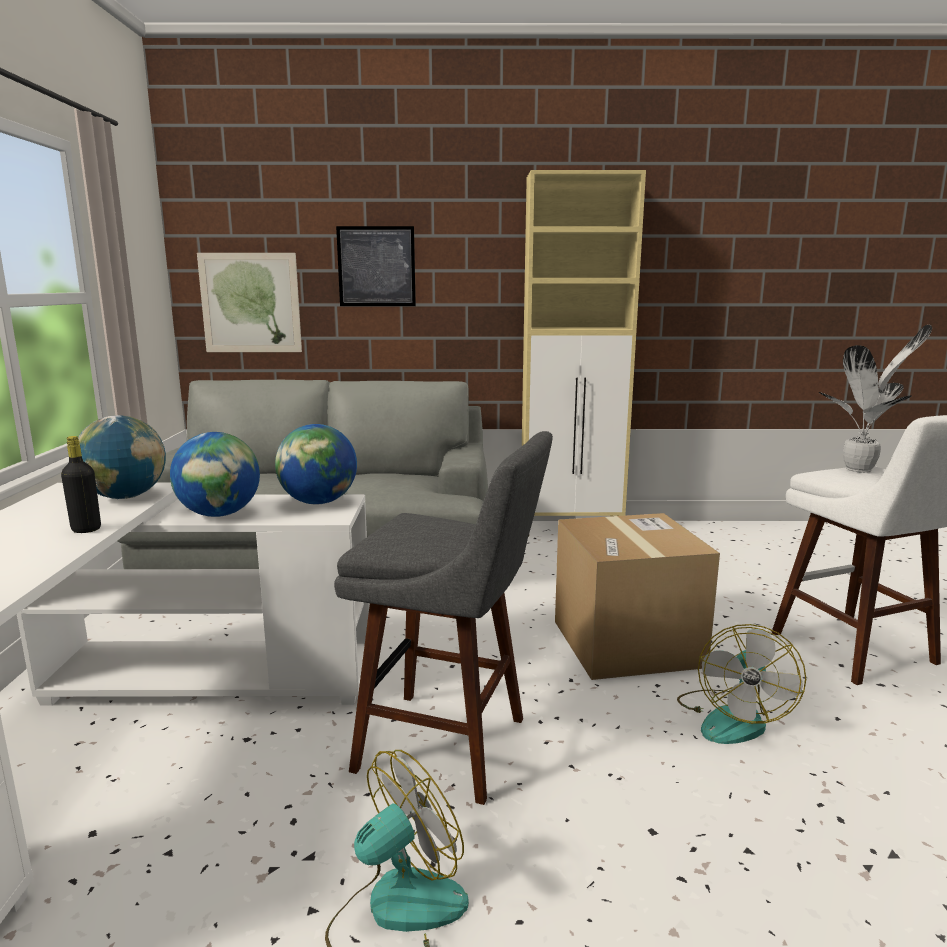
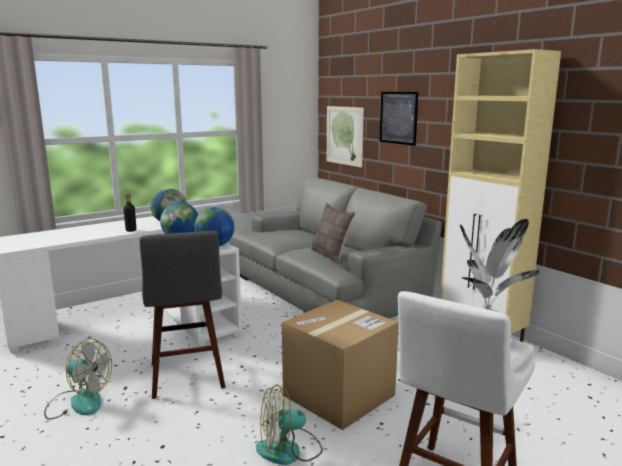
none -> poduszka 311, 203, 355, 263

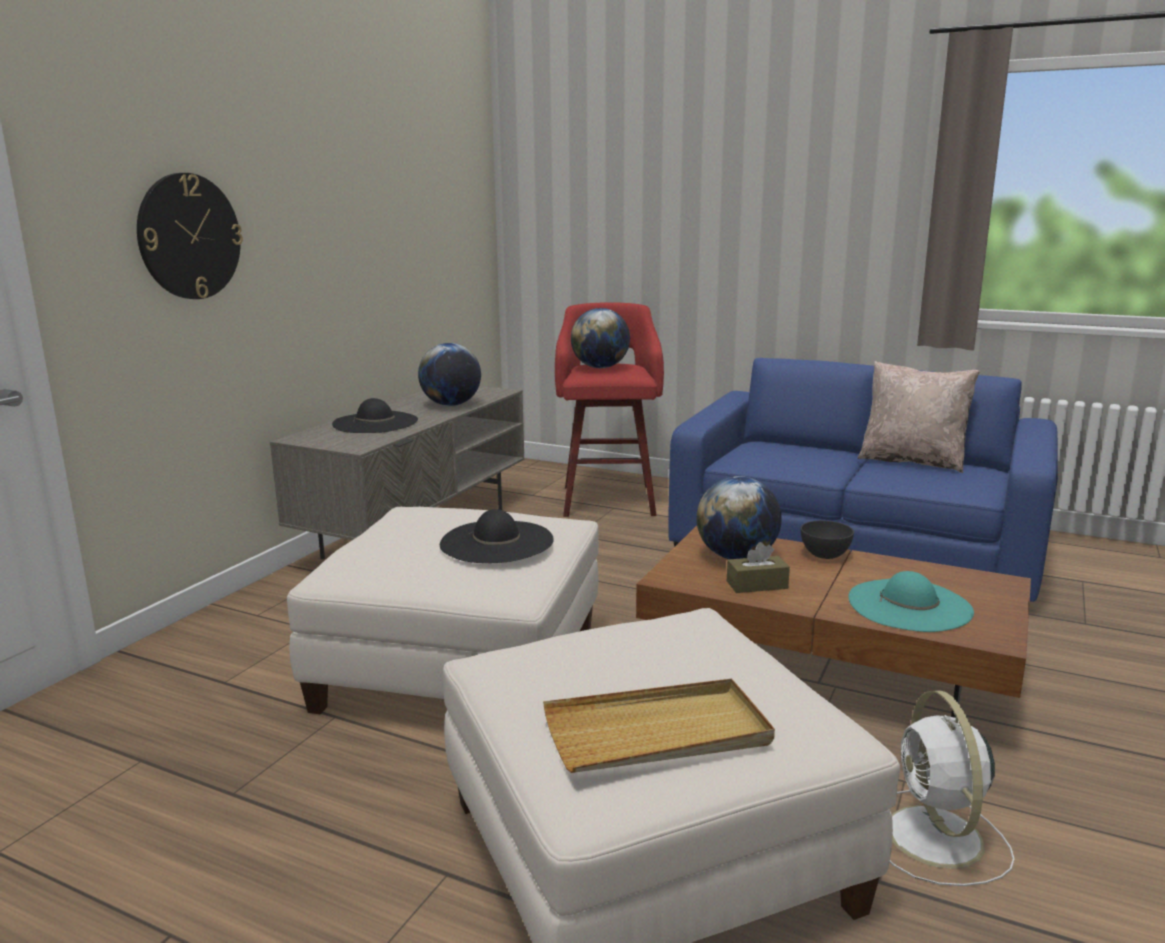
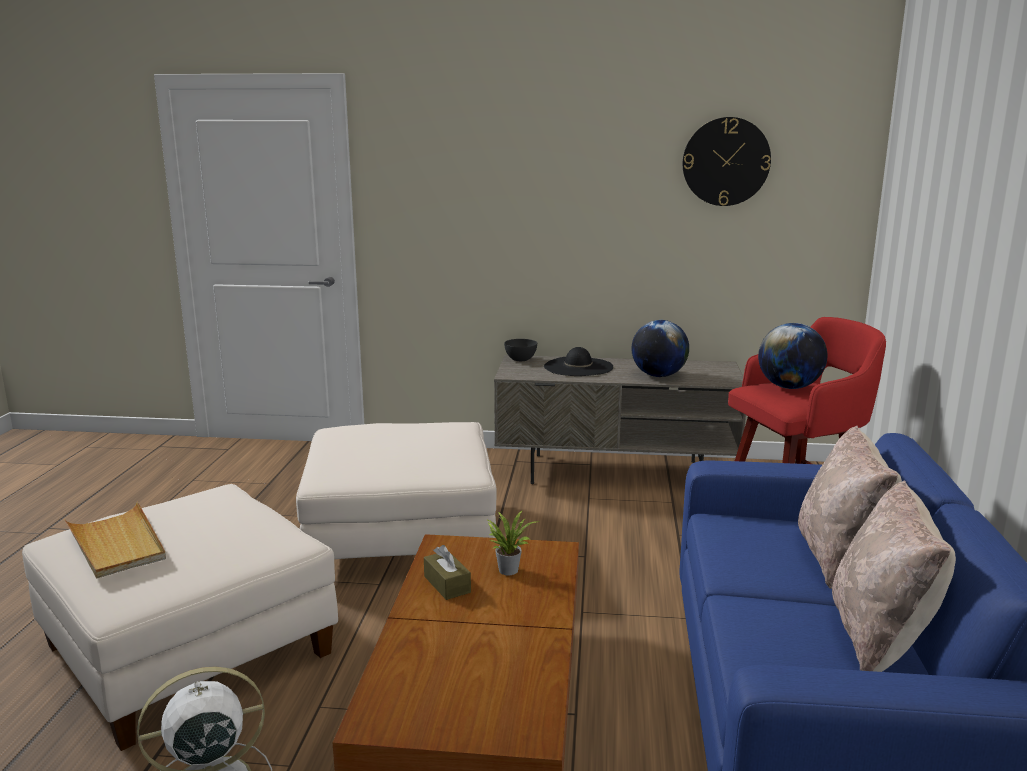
zegar ścienny 137, 173, 243, 299 -> zegar ścienny 683, 117, 771, 206, shifted
kapelusz (czarny) 440, 509, 554, 563 -> none
globus 696, 476, 782, 559 -> roślina doniczkowa 486, 510, 537, 575
miska (szary) 801, 521, 854, 559 -> miska (szary) 504, 339, 537, 361, shifted
kapelusz (turkusowy) 848, 571, 974, 632 -> none
none -> poduszka (beżowy) 798, 426, 902, 589

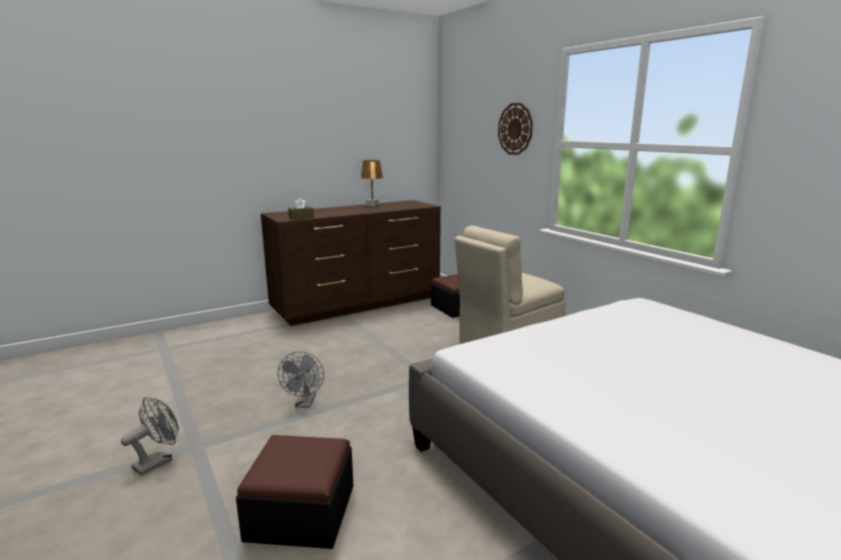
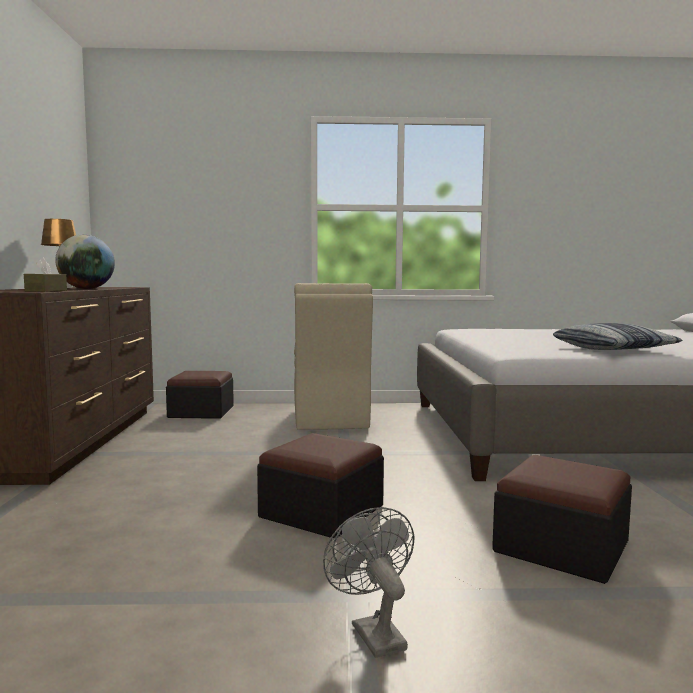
wentylator (szary) 278, 351, 324, 408 -> pufa 257, 433, 384, 538
zegar ścienny 498, 103, 533, 155 -> none
none -> globus 55, 234, 115, 289
none -> poduszka 553, 323, 682, 350

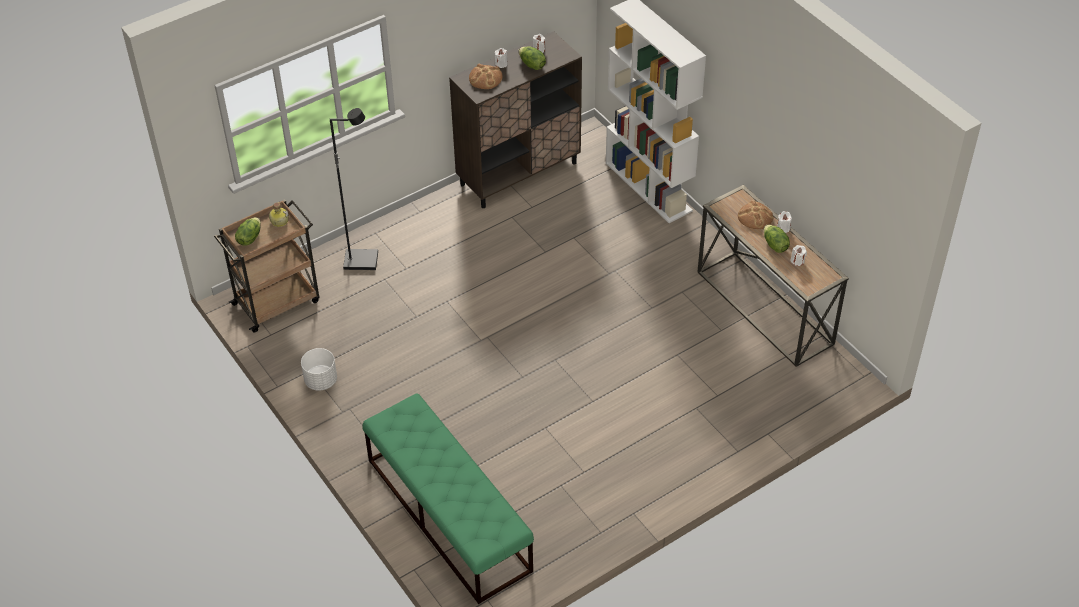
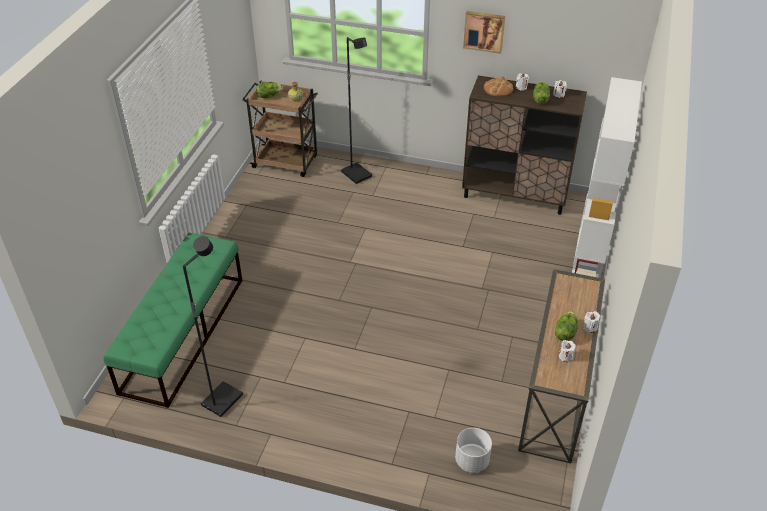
donica (biały) 301, 348, 337, 391 -> donica (biały) 455, 428, 492, 473, shifted
chleb 738, 200, 773, 229 -> none
none -> lampa stojąca (czarny) 183, 236, 243, 417
none -> obraz 463, 11, 505, 54

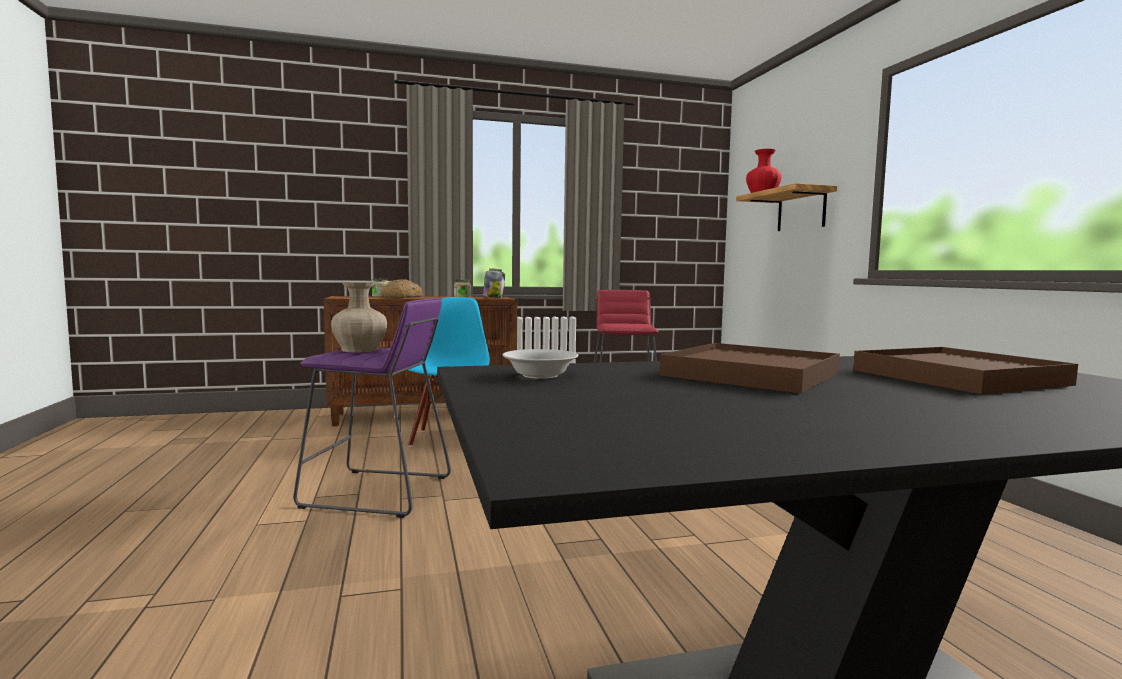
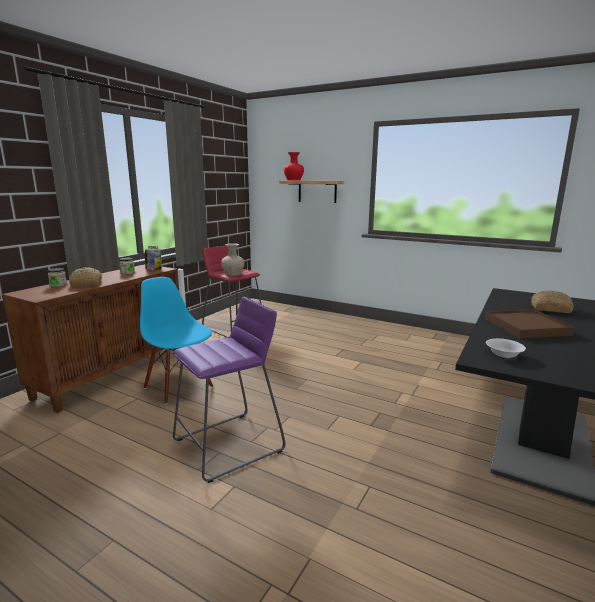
wazon (beżowy) 331, 282, 387, 352 -> wazon (beżowy) 221, 243, 245, 276, shifted
taca (brązowy) 853, 347, 1078, 394 -> chleb 531, 290, 573, 313

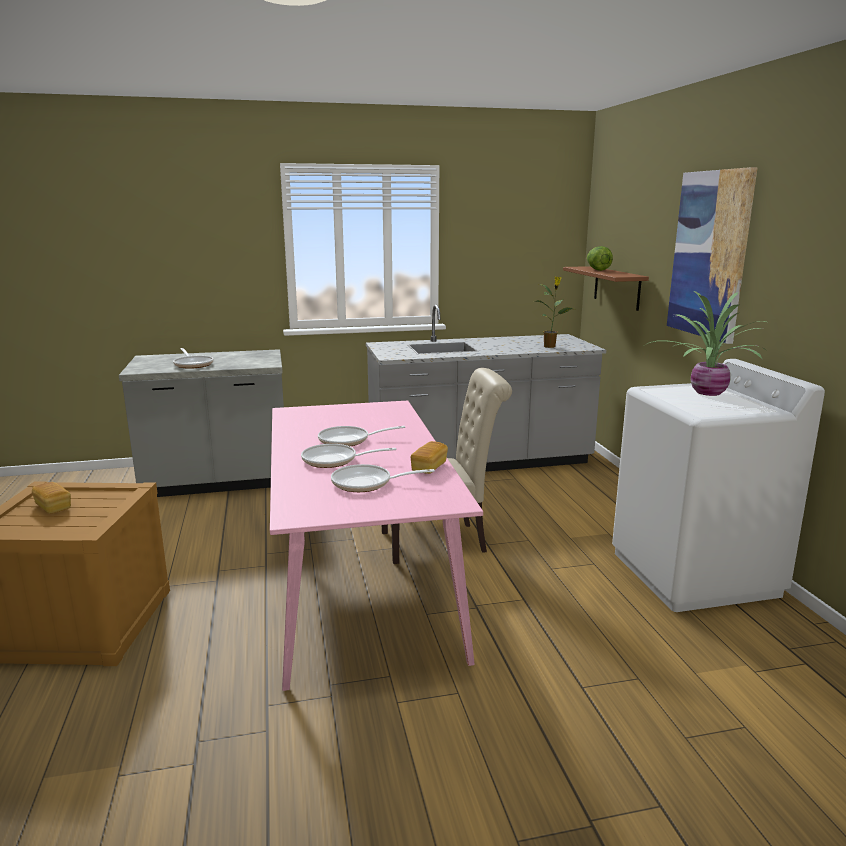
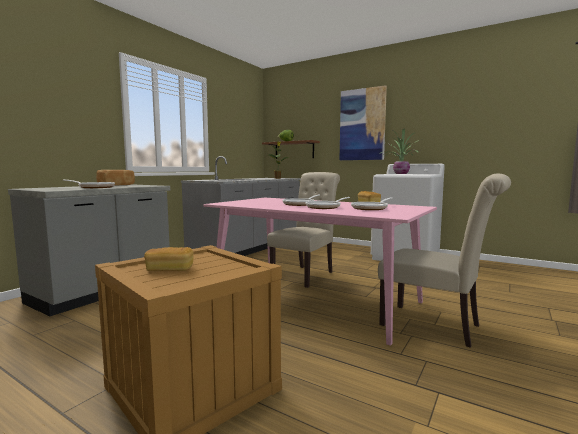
none -> chleb 96, 170, 135, 186
none -> krzesło (beżowy) 378, 174, 511, 348

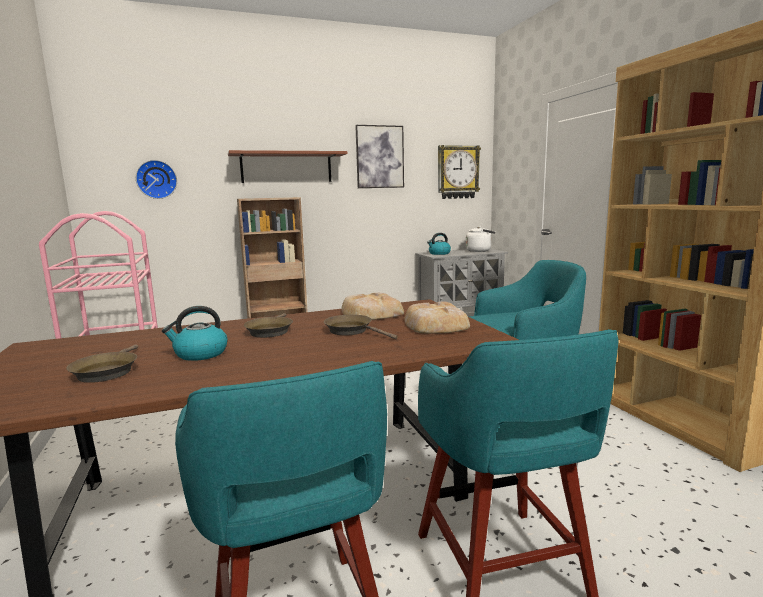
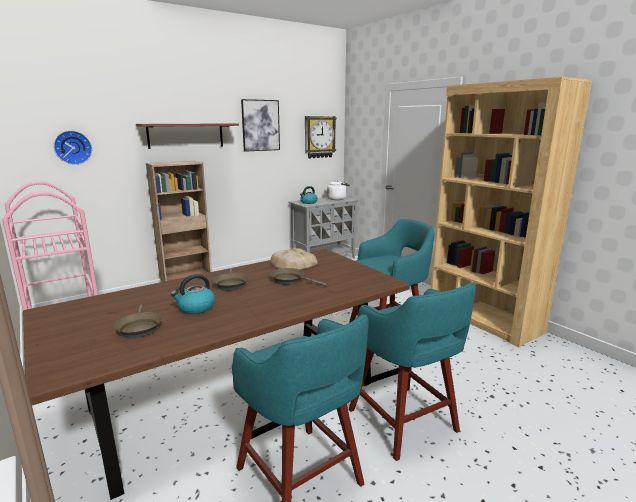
chleb 405, 302, 470, 334 -> none

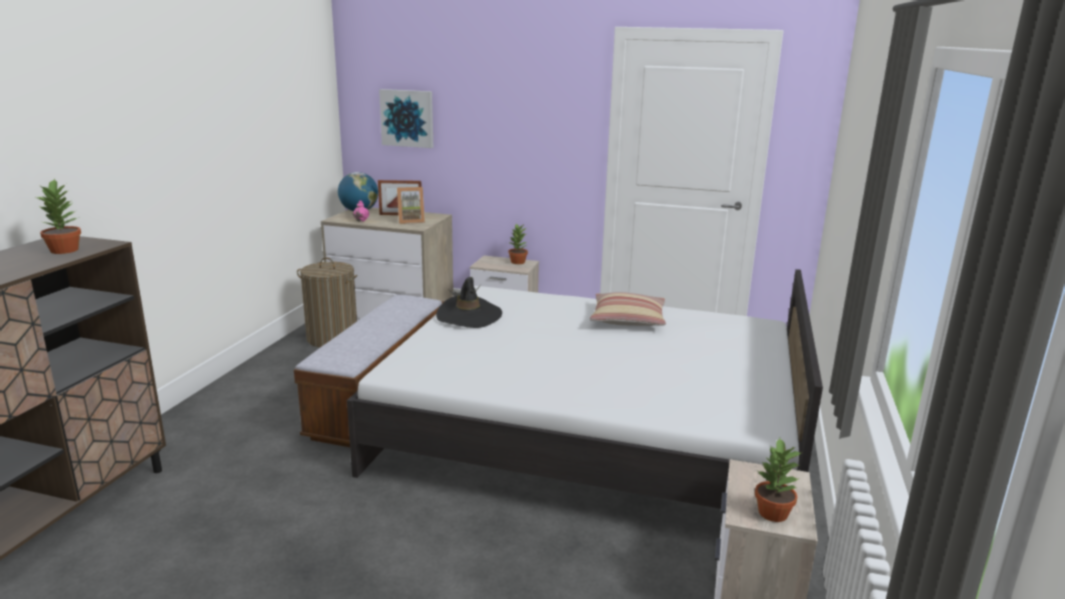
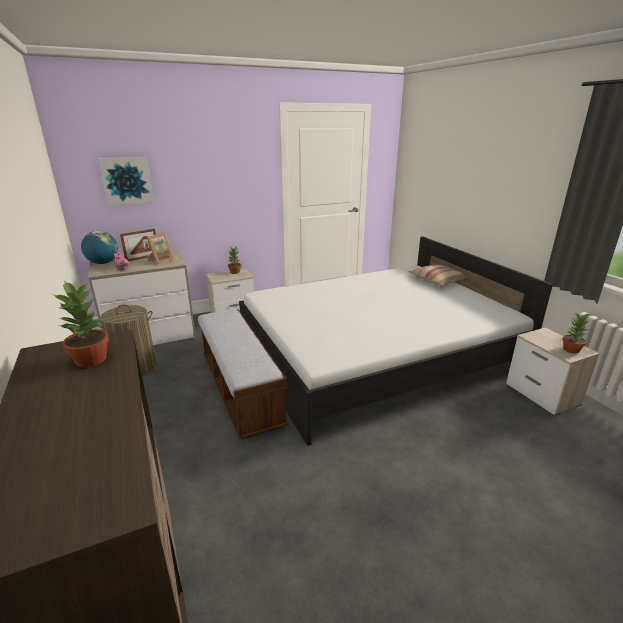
kapelusz (czarny) 436, 277, 502, 328 -> none
poduszka 590, 292, 666, 326 -> poduszka 408, 264, 466, 285, shifted

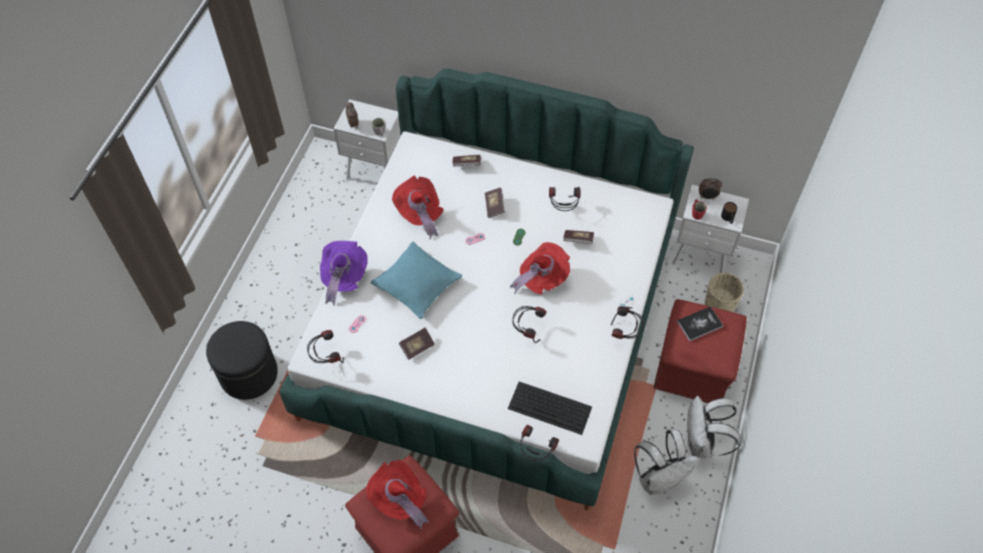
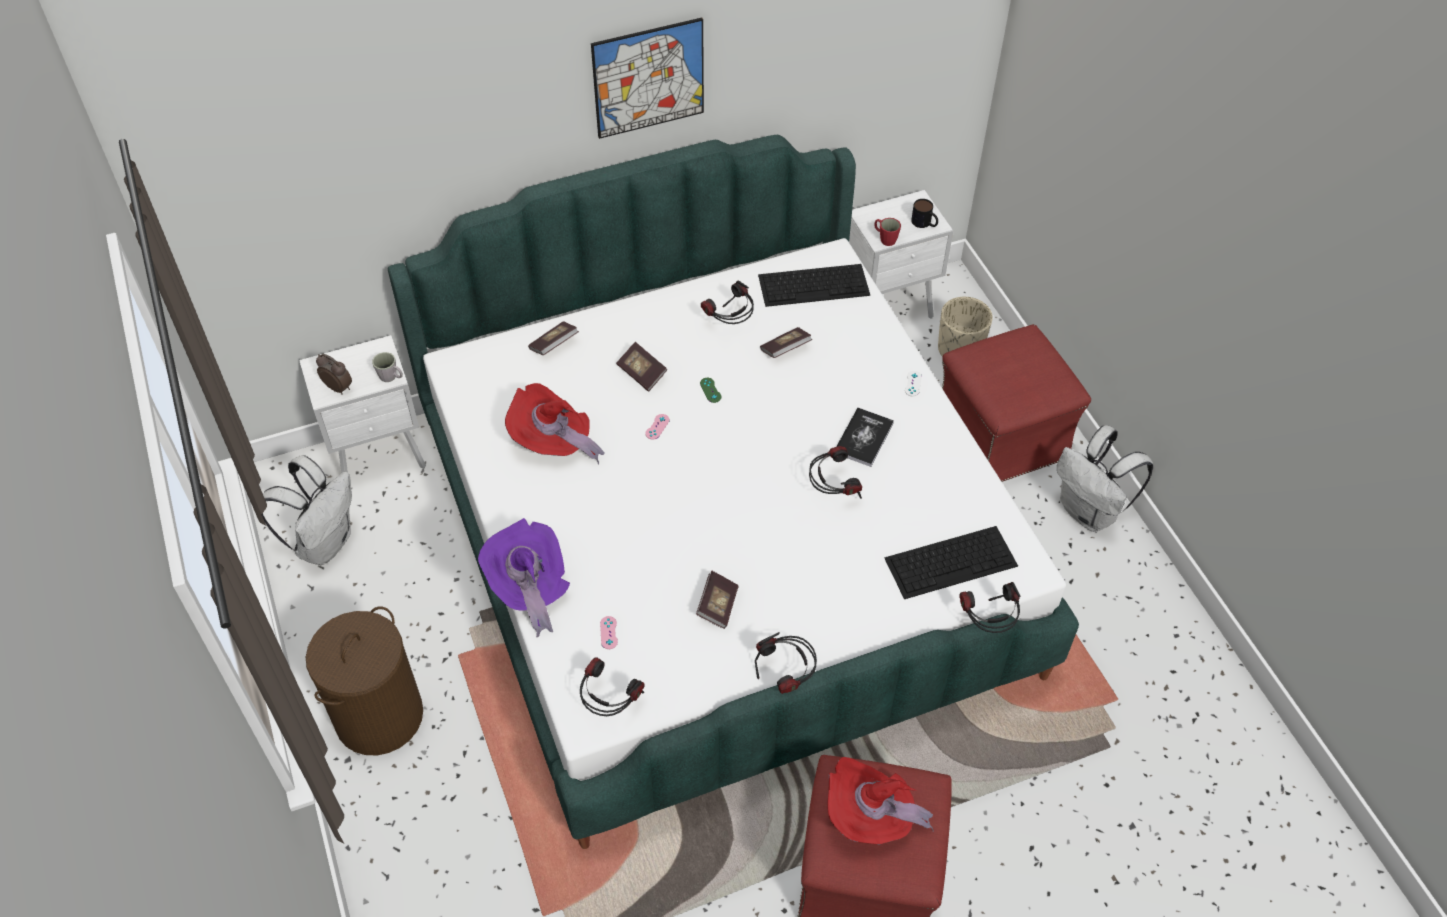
pufa (czarny) 206, 321, 278, 400 -> none
poduszka (turkusowy) 371, 242, 462, 319 -> none
kapelusz (czerwony) 510, 242, 570, 295 -> none
słuchawki 611, 306, 644, 339 -> słuchawki 755, 632, 817, 694, shifted
plecak (biały) 634, 429, 700, 495 -> plecak (biały) 262, 455, 352, 565, shifted
książka 677, 306, 724, 341 -> książka 836, 408, 894, 467, shifted
budzik 699, 178, 722, 200 -> none
none -> kosz na pranie (brązowy) 306, 606, 423, 755
none -> obraz 591, 18, 704, 139
none -> klawiatura 758, 264, 870, 307

